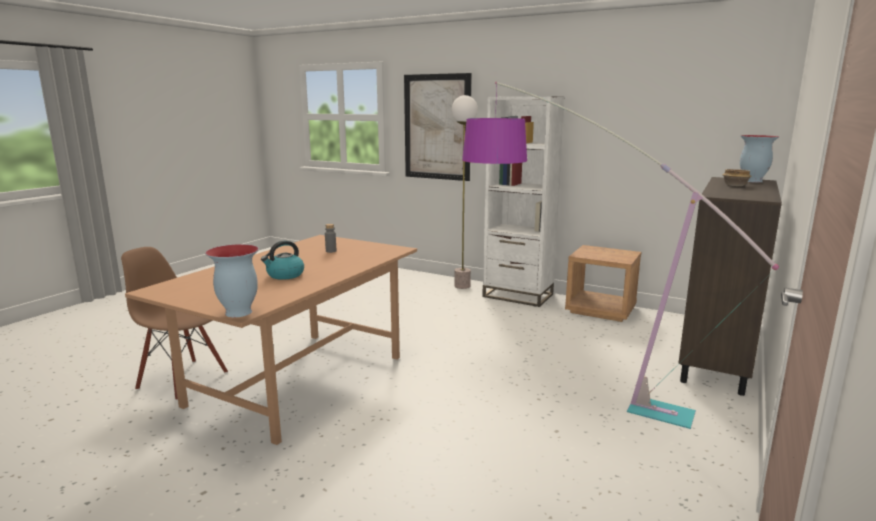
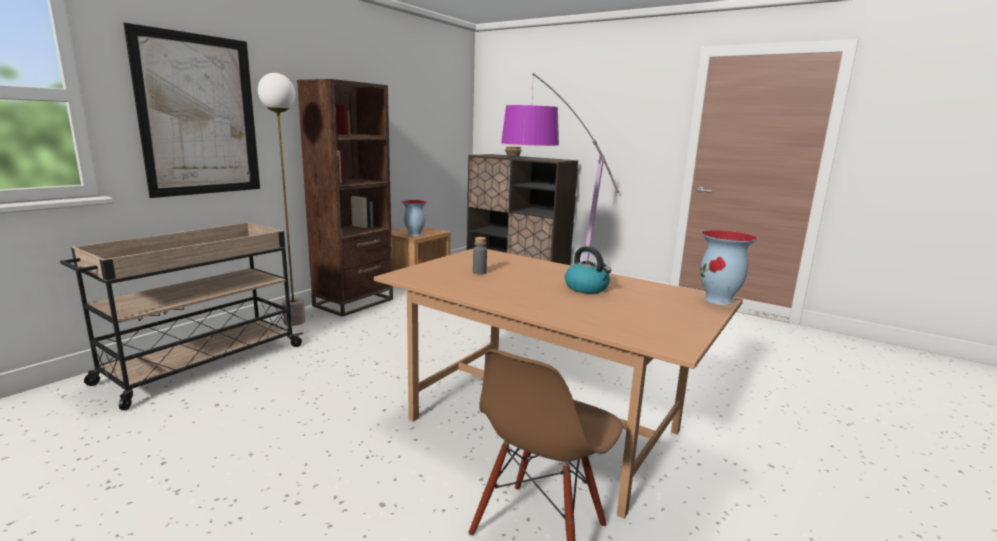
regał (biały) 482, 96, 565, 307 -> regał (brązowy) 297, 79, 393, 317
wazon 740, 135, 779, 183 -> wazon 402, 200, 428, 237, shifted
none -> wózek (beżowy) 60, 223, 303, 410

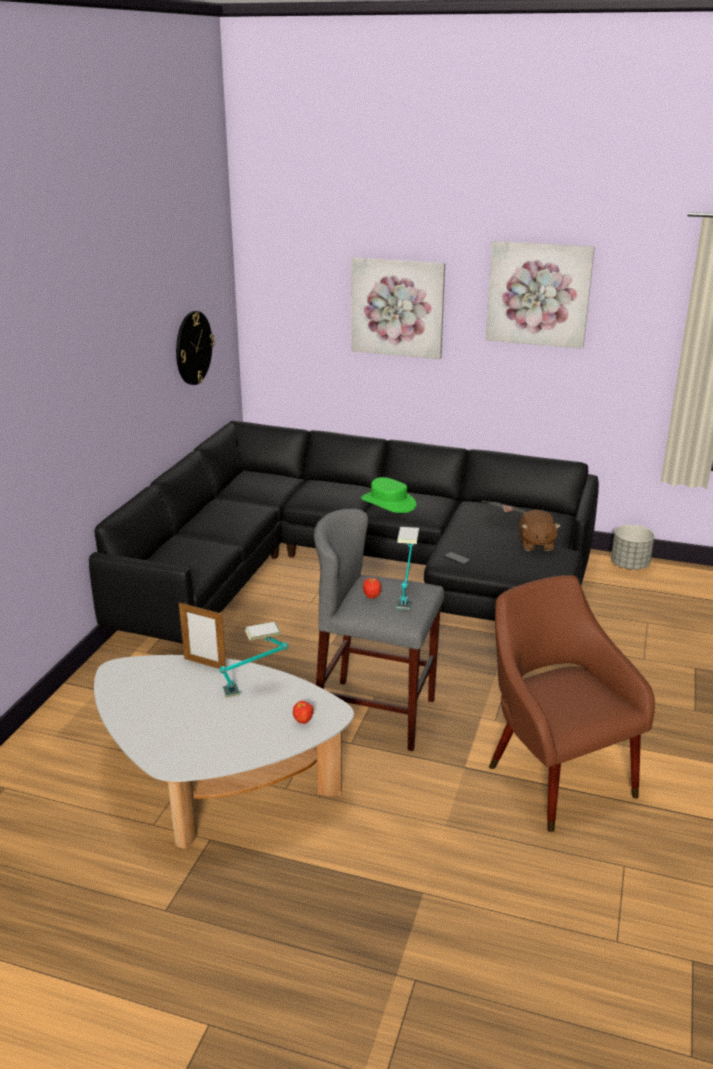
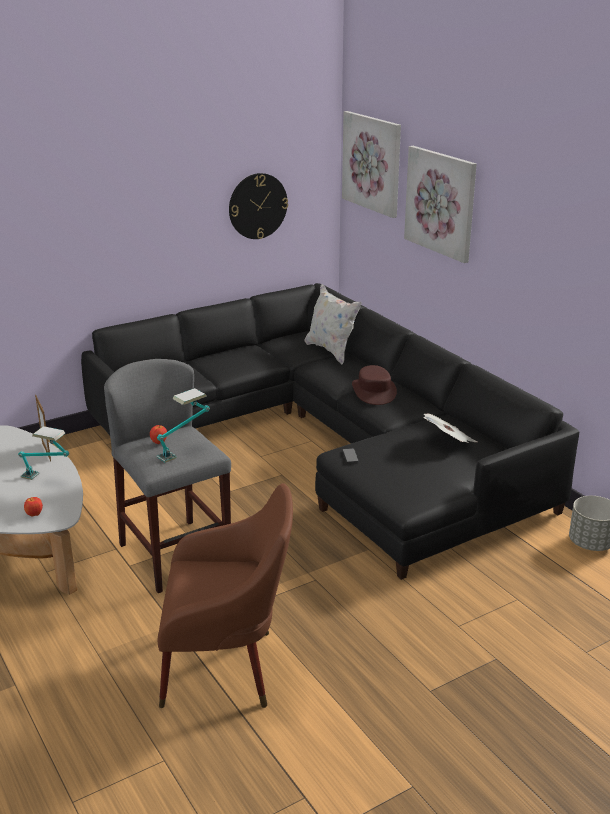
kapelusz (zielony) 361, 477, 416, 513 -> kapelusz (brązowy) 352, 365, 397, 405
obraz 486, 241, 595, 349 -> obraz 342, 111, 401, 218, shifted
fotel (brązowy) 489, 575, 655, 832 -> fotel (brązowy) 158, 483, 293, 708, 75 degrees clockwise
pluszak (brązowy) 519, 510, 561, 551 -> none
none -> poduszka (biały) 304, 284, 362, 364

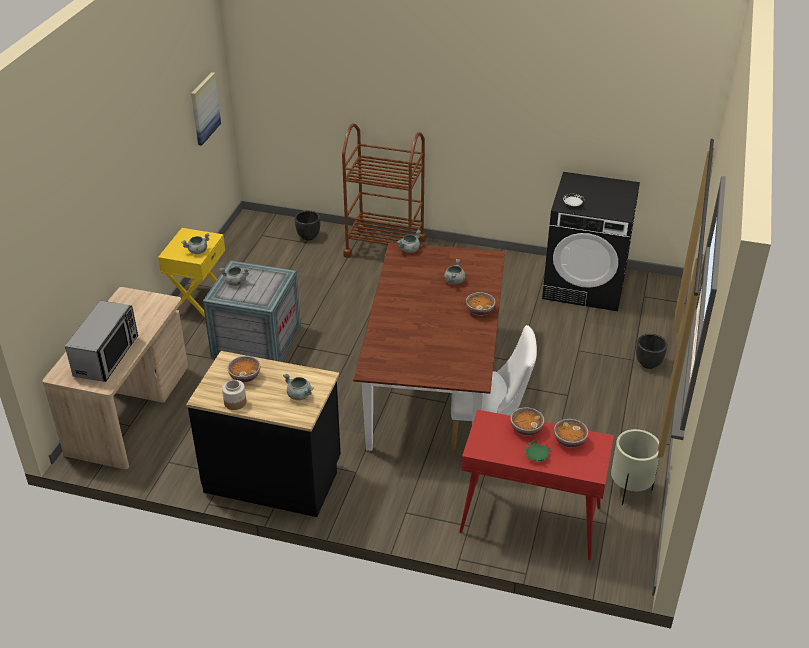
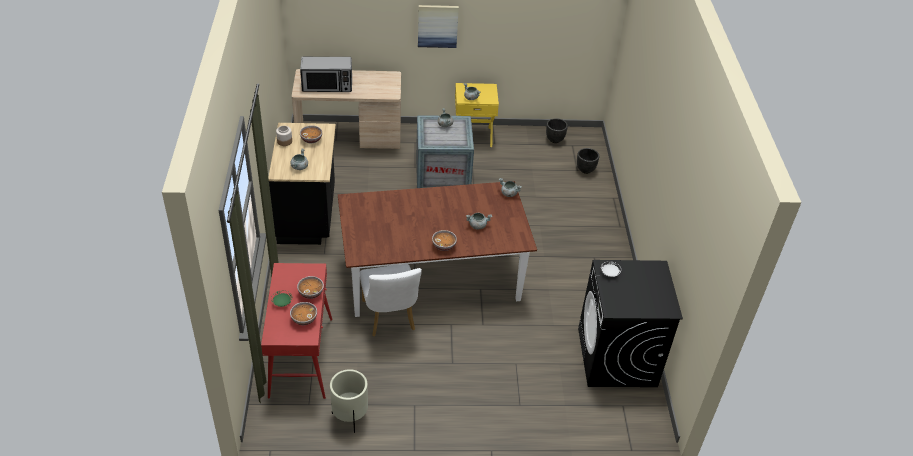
obraz 191, 72, 221, 146 -> obraz 418, 5, 459, 48, shifted
wózek (brązowy) 342, 123, 426, 258 -> none
donica (czarny) 636, 334, 668, 369 -> donica (czarny) 546, 118, 568, 143, shifted

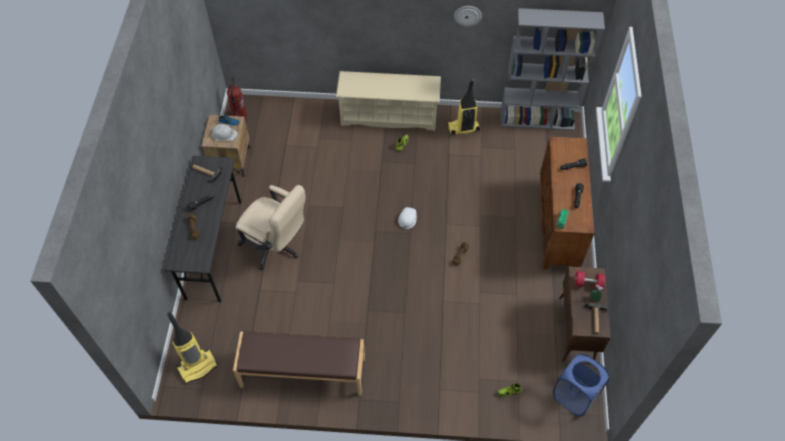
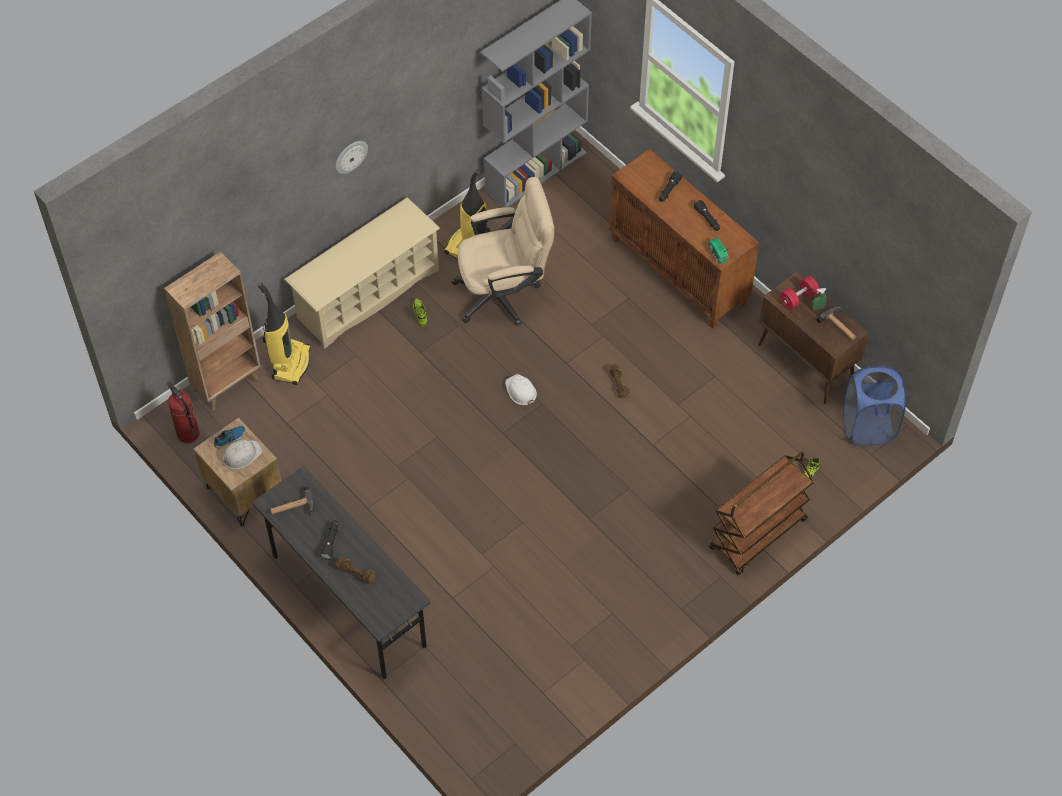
odkurzacz 167, 311, 218, 384 -> odkurzacz 258, 282, 311, 385, shifted
ławka (brązowy) 233, 331, 365, 396 -> none
krzesło biurowe (beżowy) 236, 185, 306, 270 -> krzesło biurowe (beżowy) 451, 177, 554, 325, shifted
zegar ścienny 454, 6, 482, 27 -> zegar ścienny 335, 141, 368, 174, shifted
none -> regał (brązowy) 164, 252, 261, 411
none -> wózek (brązowy) 709, 452, 814, 575

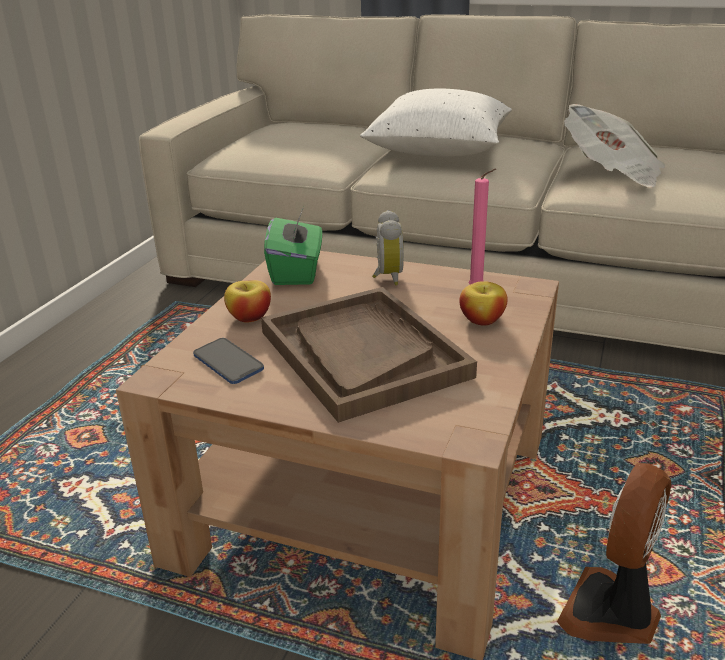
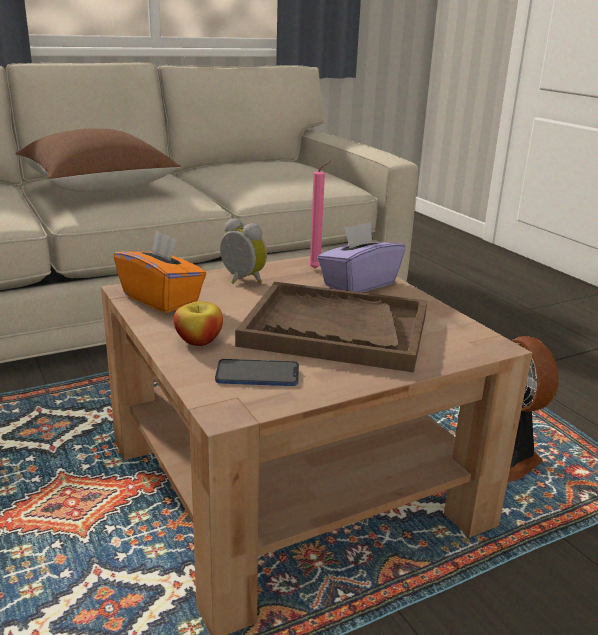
pudełko chusteczek (zielony) 264, 207, 322, 285 -> pudełko chusteczek (pomarańczowy) 114, 231, 207, 313
poduszka (biały) 360, 89, 512, 157 -> poduszka (brązowy) 15, 128, 181, 192
jabłko 459, 281, 508, 326 -> pudełko chusteczek (fioletowy) 317, 222, 405, 292
gazeta 564, 104, 665, 188 -> none

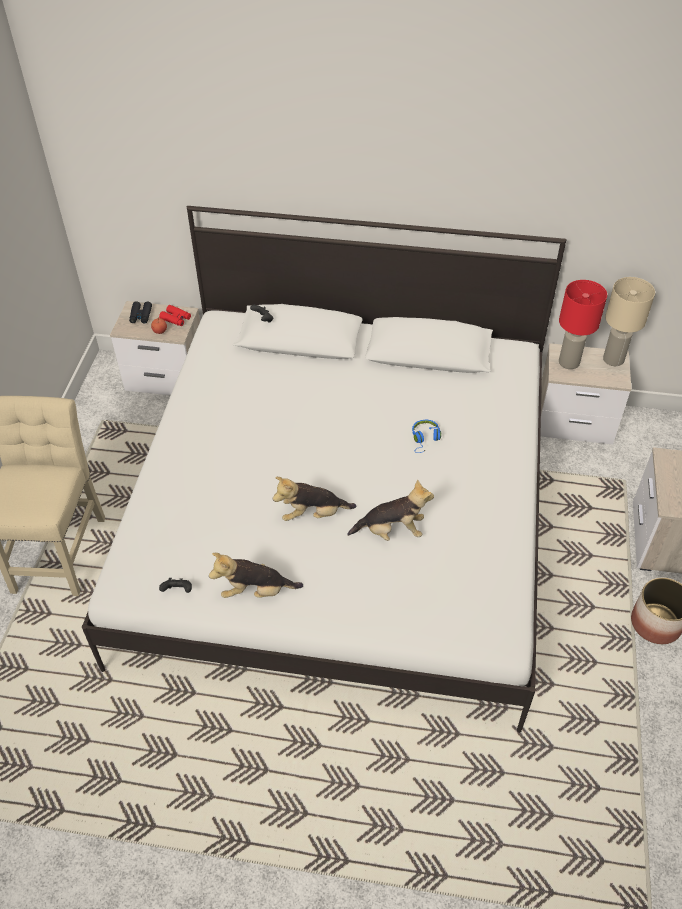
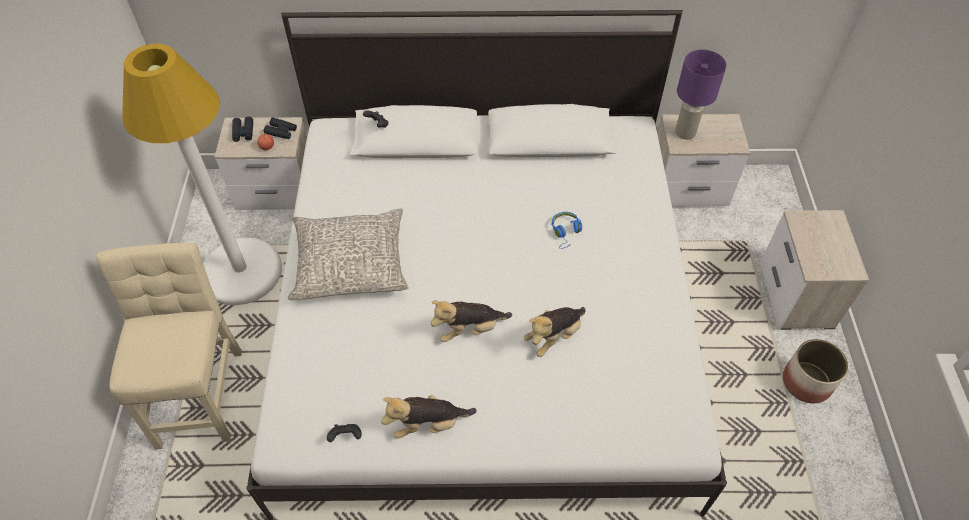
lornetka (czerwony) 159, 305, 191, 326 -> lornetka (czarny) 264, 117, 297, 139
pluszak 347, 479, 434, 541 -> pluszak 524, 307, 586, 357, 150 degrees clockwise
lampa stołowa (czerwony) 559, 280, 607, 369 -> lampa stołowa (fioletowy) 675, 50, 726, 140
lampa stołowa (beżowy) 603, 277, 655, 366 -> none
none -> lampa stojąca (biały) 122, 44, 282, 305
none -> poduszka (szary) 287, 209, 409, 300

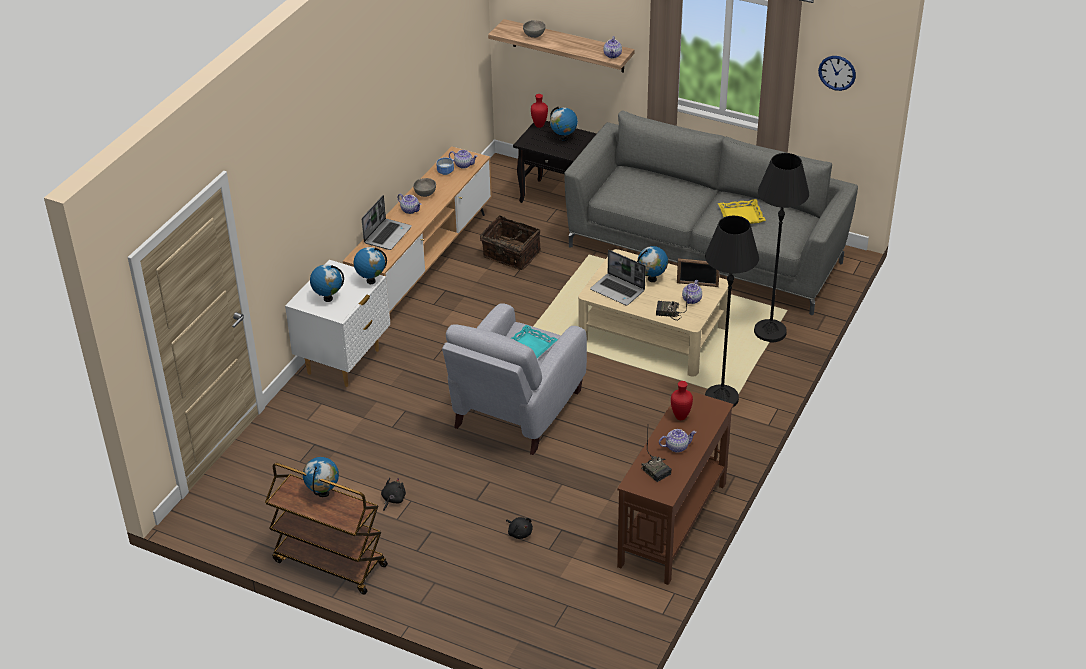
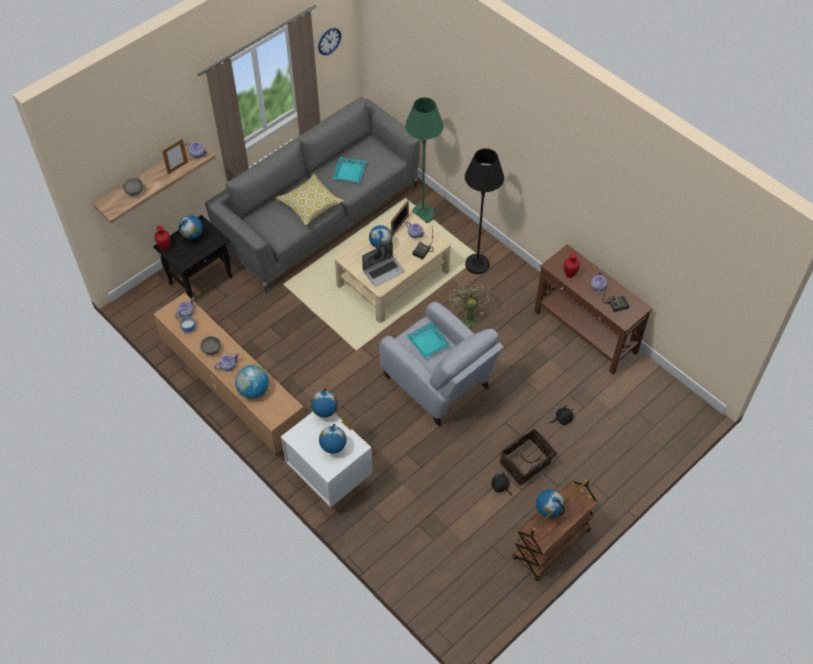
laptop 362, 195, 412, 250 -> globus 235, 365, 269, 399
koszyk 480, 215, 541, 270 -> koszyk 500, 429, 560, 485, shifted
taca (żółty) 718, 199, 766, 224 -> taca (turkusowy) 332, 157, 367, 183
lampa stojąca (czarny) 754, 153, 809, 343 -> lampa stojąca (zielony) 405, 97, 444, 223
none -> ramka na zdjęcie 162, 139, 188, 174
none -> poduszka 276, 174, 344, 225
none -> wentylator (zielony) 449, 283, 490, 328

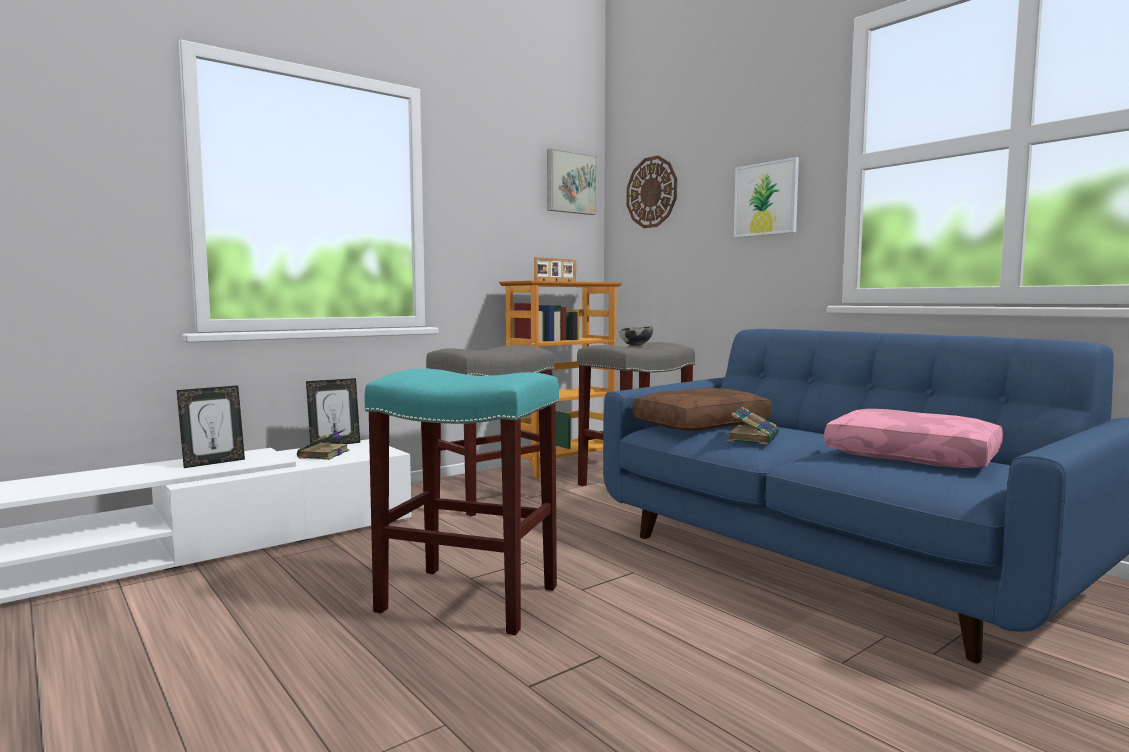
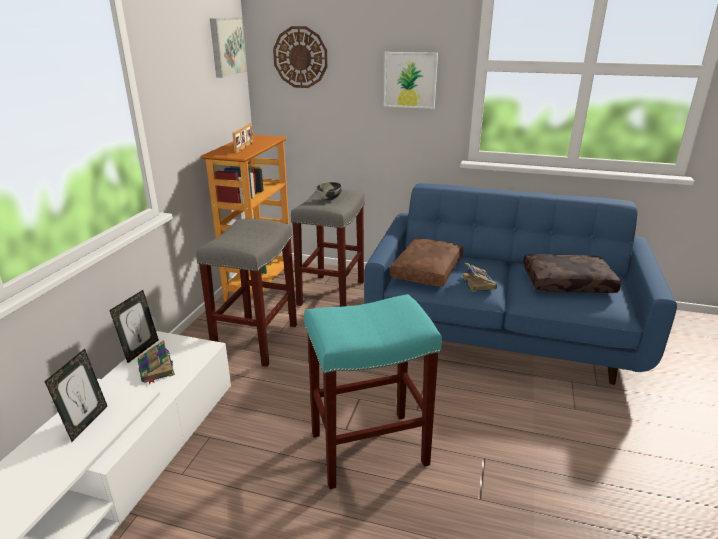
poduszka (różowy) 824, 409, 1003, 468 -> poduszka (brązowy) 523, 254, 621, 293

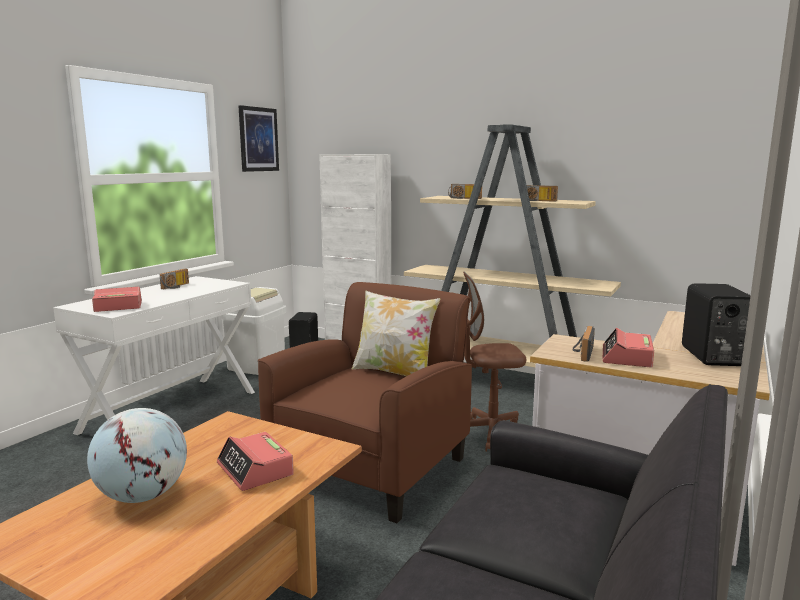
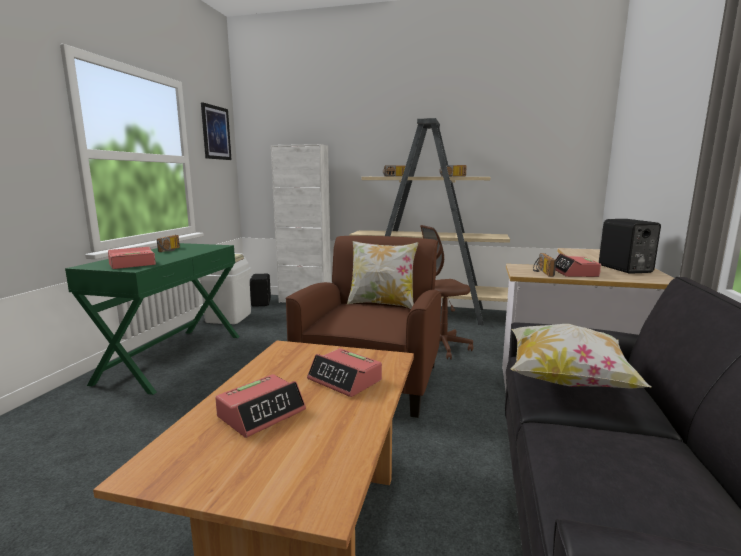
stolik konsolowy (biały) 53, 276, 255, 435 -> stolik konsolowy (zielony) 65, 243, 239, 395
globus 87, 408, 187, 503 -> budzik 215, 374, 306, 438
none -> poduszka 511, 324, 652, 389

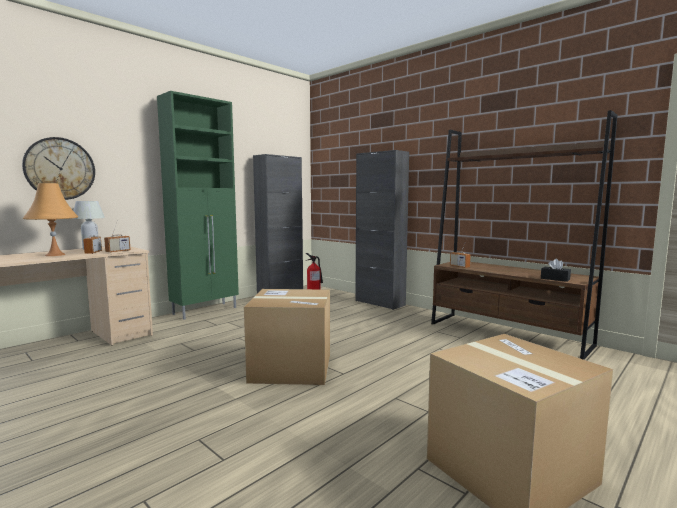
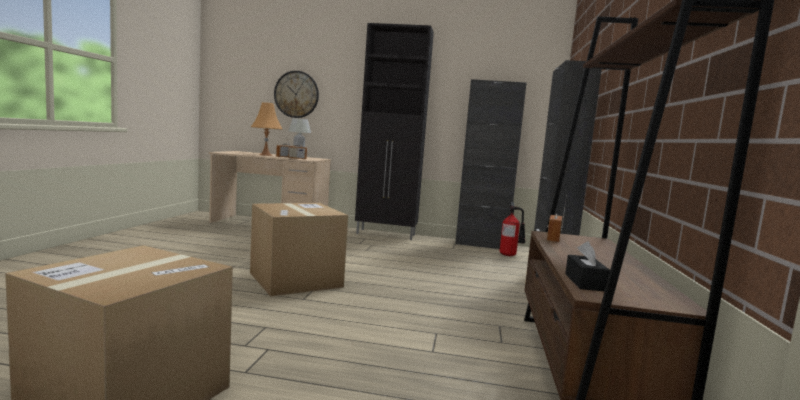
szafka (zielony) 157, 91, 239, 320 -> szafka (czarny) 355, 23, 434, 240

